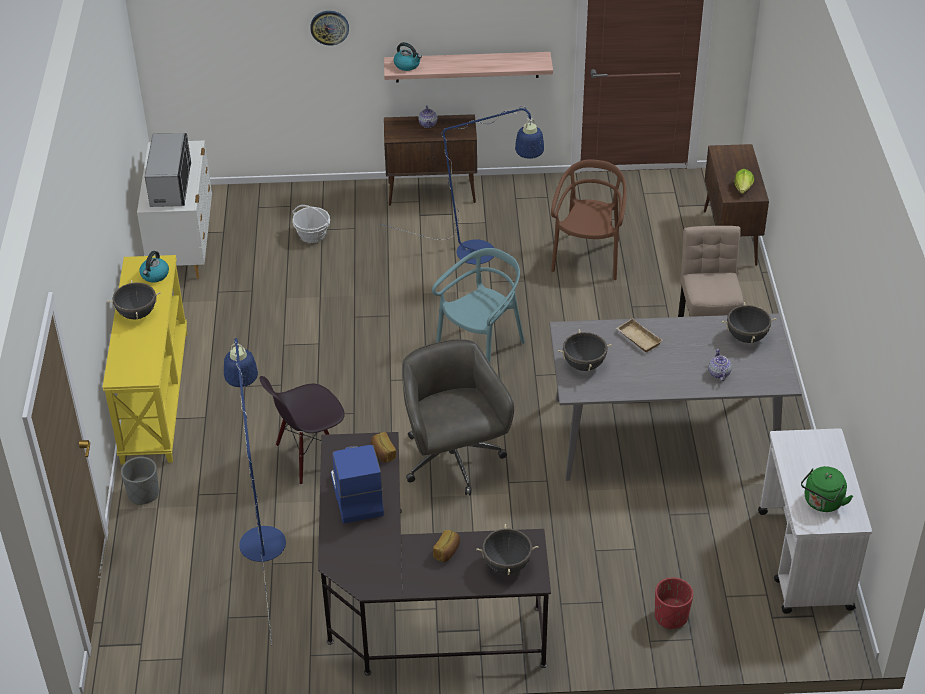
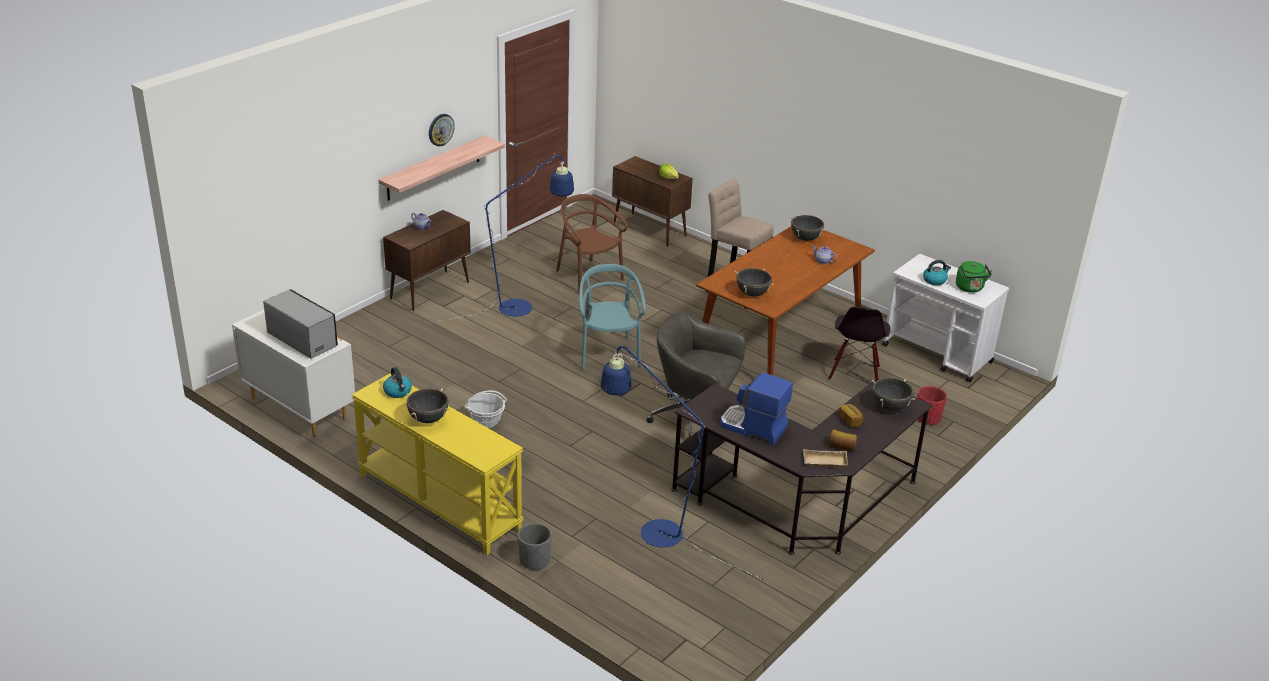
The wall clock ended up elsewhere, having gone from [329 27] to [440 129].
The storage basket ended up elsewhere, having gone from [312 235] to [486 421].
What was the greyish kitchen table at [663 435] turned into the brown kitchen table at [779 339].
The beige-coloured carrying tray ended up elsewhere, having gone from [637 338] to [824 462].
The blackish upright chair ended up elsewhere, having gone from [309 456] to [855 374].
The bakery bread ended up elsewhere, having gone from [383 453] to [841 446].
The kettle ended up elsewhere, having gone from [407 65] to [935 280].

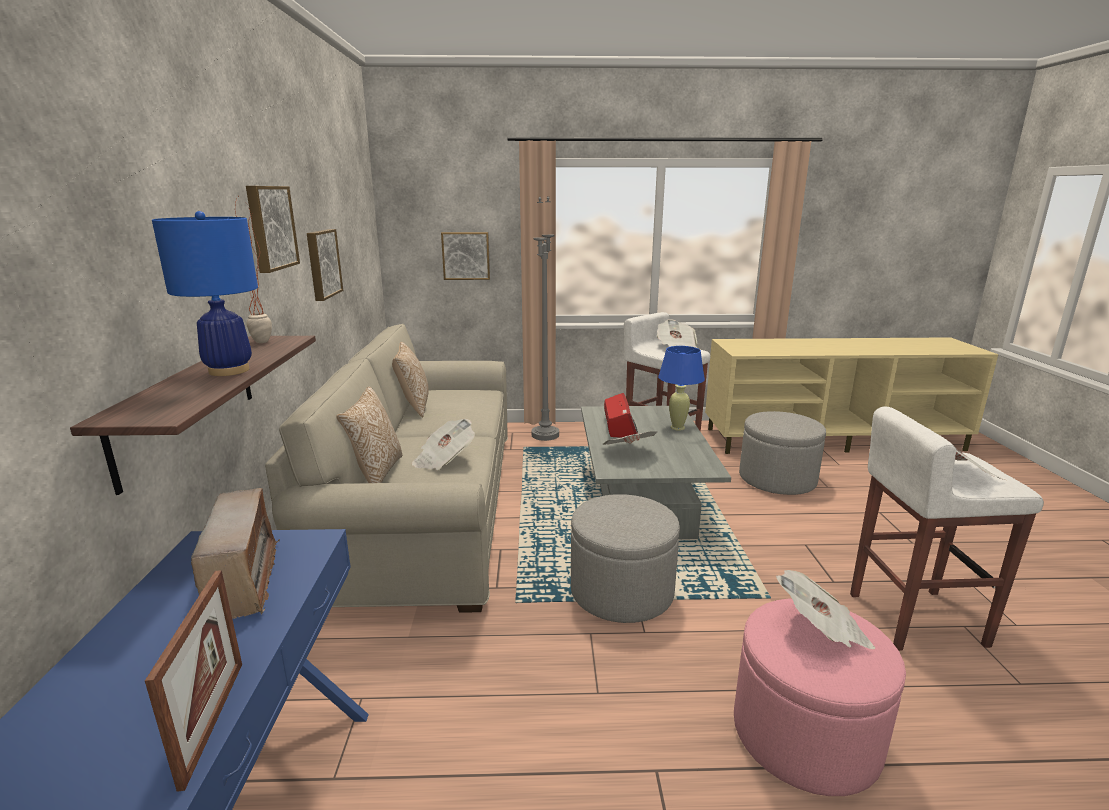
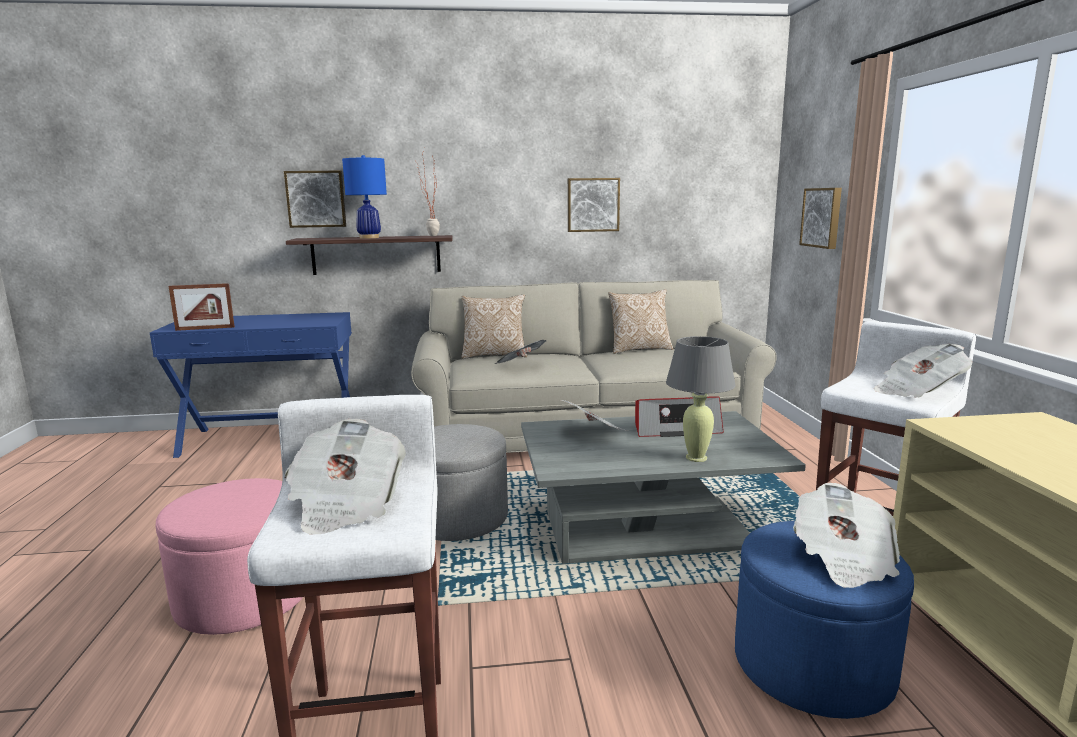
The wall art ended up elsewhere, having gone from [270 227] to [316 199].
What was the bluish table lamp at [677 427] turned into the greyish table lamp at [696 458].
What was the greyish pouffe at [777 479] turned into the bluish pouffe at [812 665].
The daily paper ended up elsewhere, having gone from [821 630] to [843 560].
The second view lost the radio receiver at [243 580].
The second view lost the greyish standing lamp at [545 435].

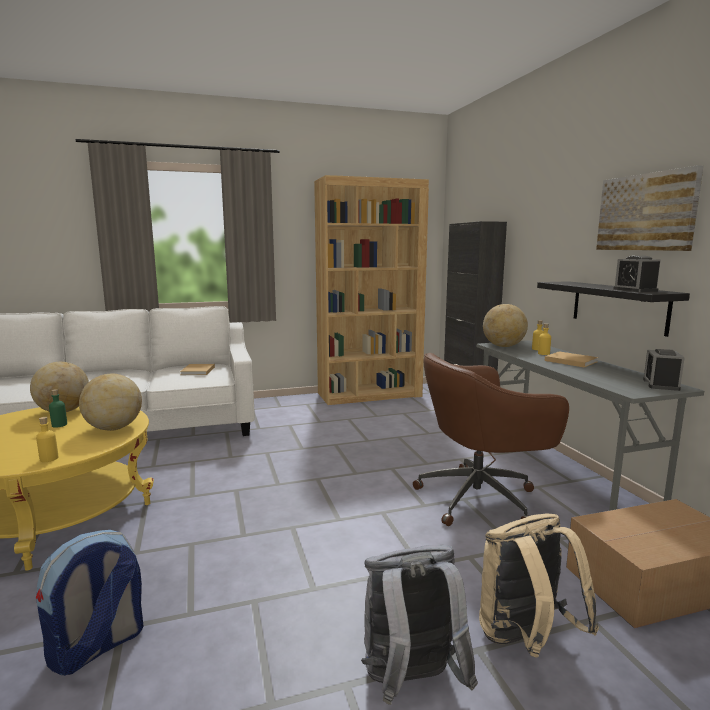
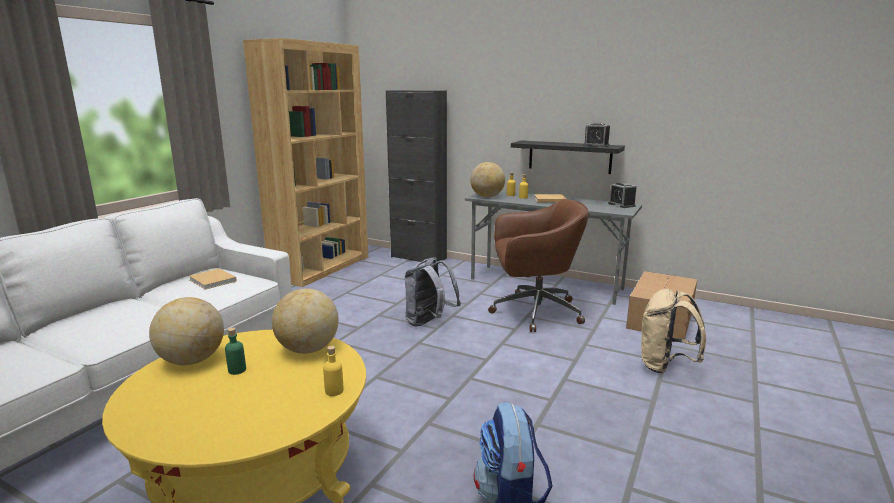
The greyish rucksack ended up elsewhere, having gone from [411 682] to [429 322].
The brown computer chair at [480 498] ended up facing another way, 120 degrees counterclockwise from before.
The second view lost the wall art at [646 212].

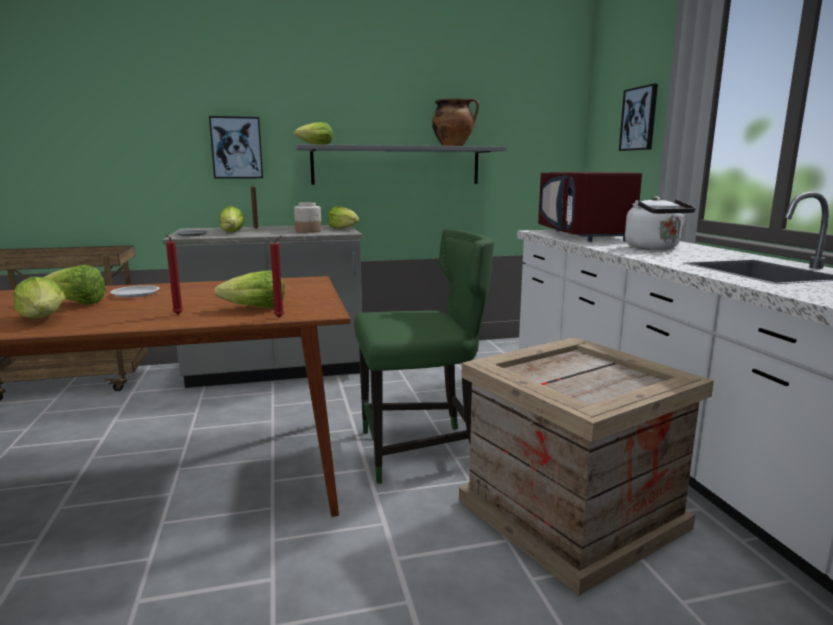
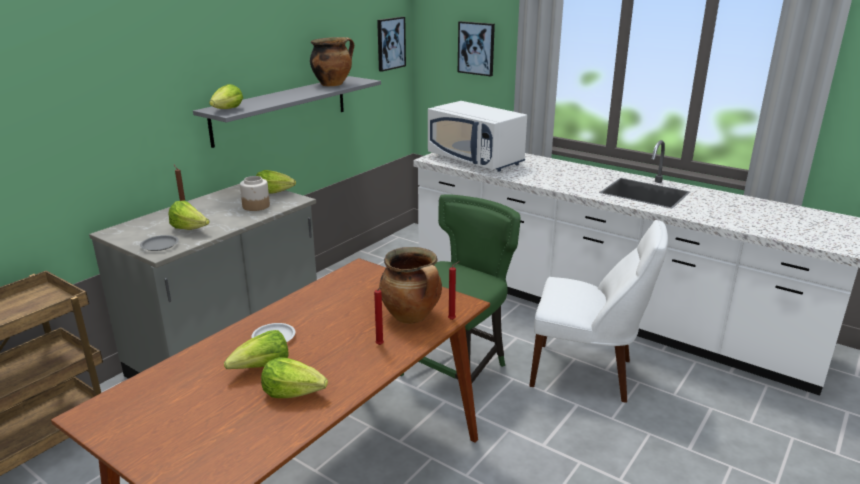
The wall art ended up elsewhere, having gone from [236 148] to [390 43].
Where the lettuce stood at [255 308], the stockpot came to stand at [412 317].
What was the reddish microwave oven at [583 235] turned into the whitish microwave oven at [476 160].
Where the packing crate stood at [573 515], the whitish upright chair came to stand at [587 373].
The second view lost the whitish kettle at [654 248].

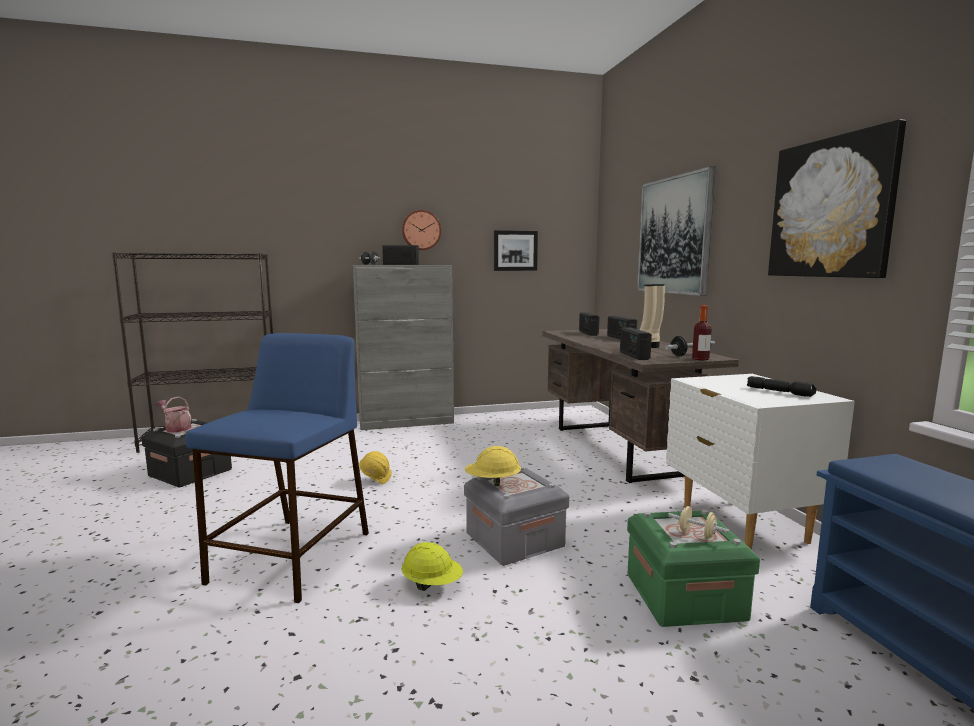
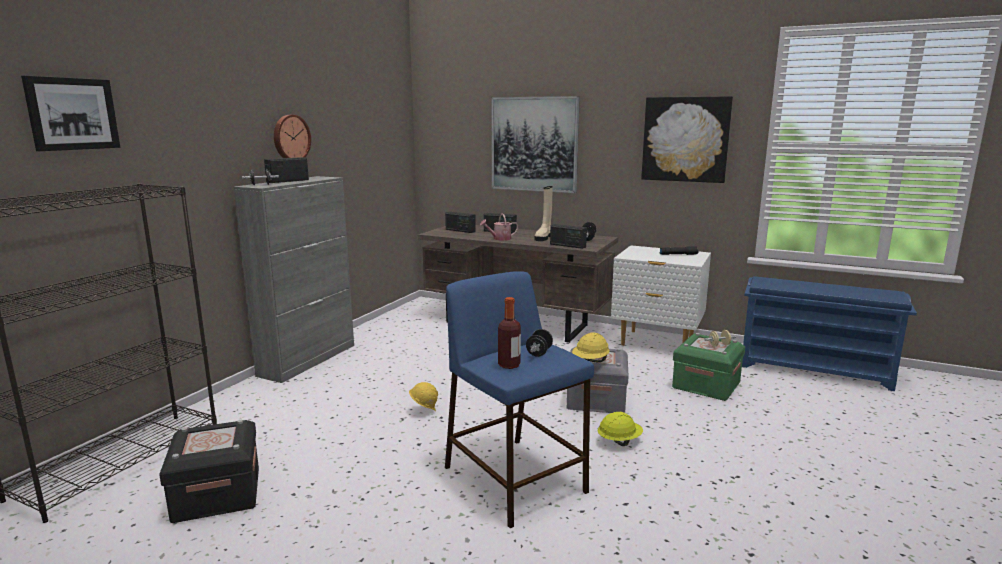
The wall art ended up elsewhere, having gone from [515 250] to [72 114].
The watering pot ended up elsewhere, having gone from [176 428] to [499 239].
The beverage bottle ended up elsewhere, having gone from [700 359] to [509 365].
The second view gained the blackish dumbbell at [539 353].

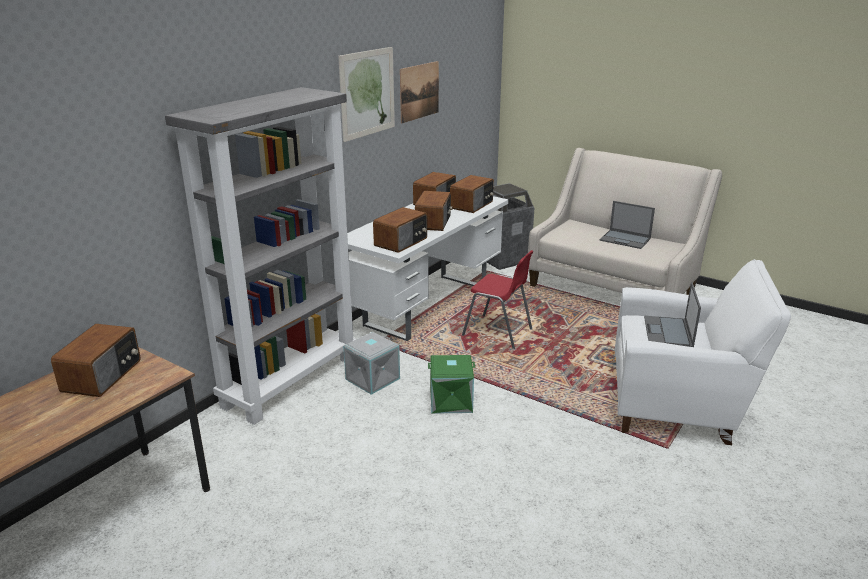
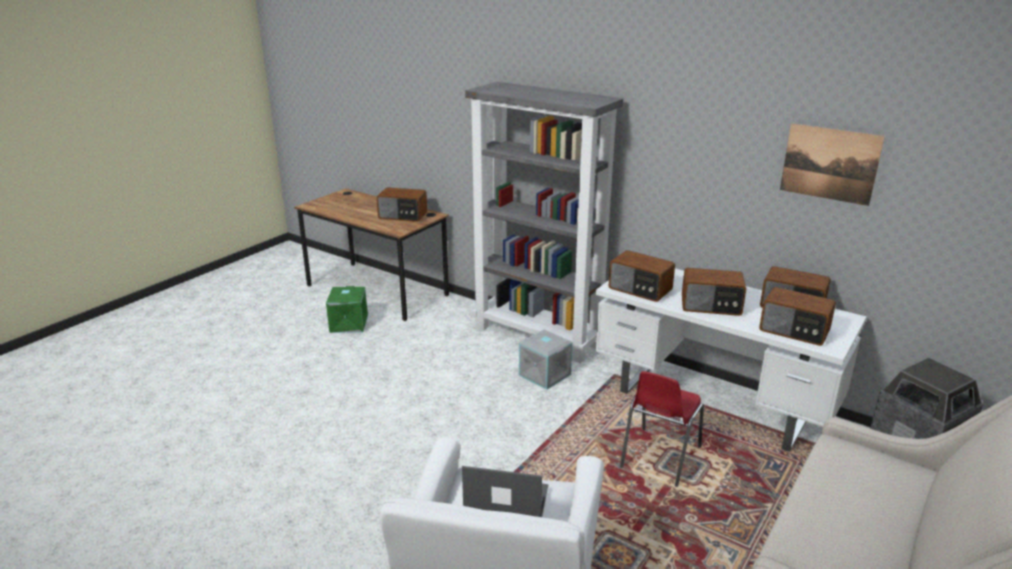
The green-coloured storage container ended up elsewhere, having gone from [450 401] to [348 324].
The second view lost the wall art at [367 93].
The second view lost the notebook computer at [625 239].

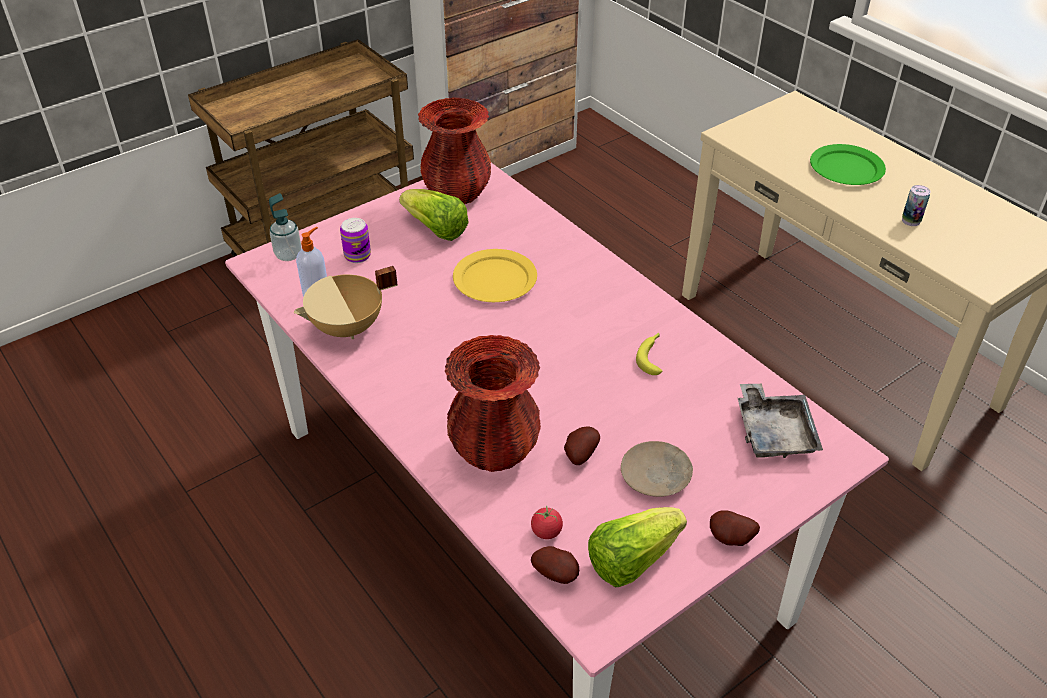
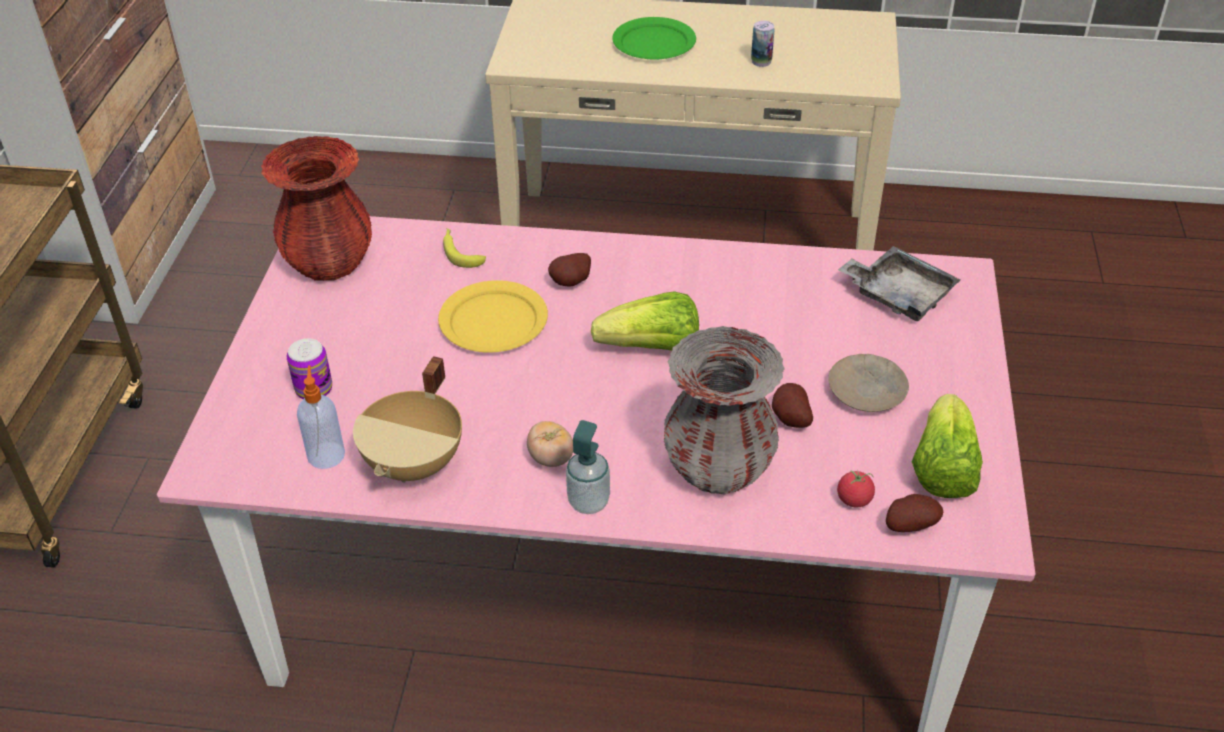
The whole banana ended up elsewhere, having gone from [652 356] to [460 252].
The second view gained the fresh tomato at [551 458].
The spud ended up elsewhere, having gone from [731 540] to [572 283].
The soap dispenser ended up elsewhere, having gone from [288 255] to [588 502].
The lettuce ended up elsewhere, having gone from [436 229] to [652 347].
What was the reddish decorative vase at [495 450] turned into the greyish decorative vase at [719 468].

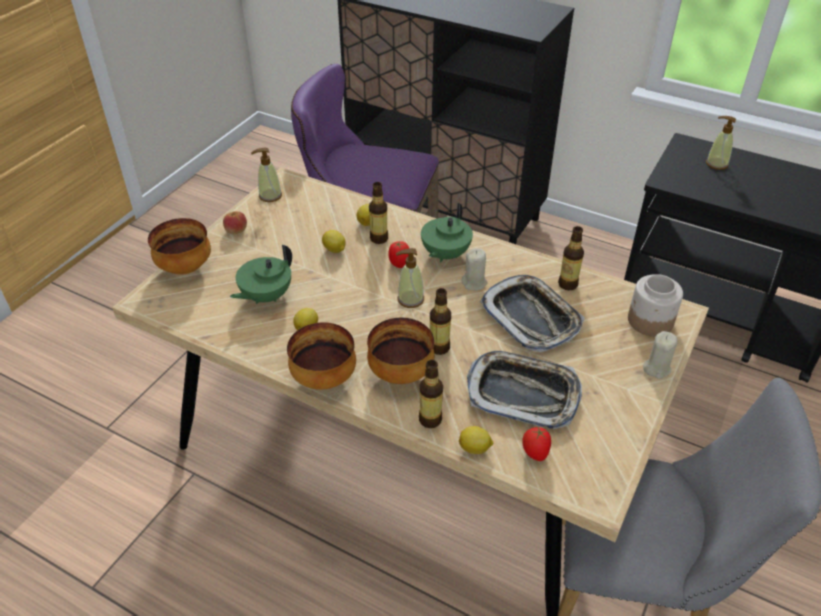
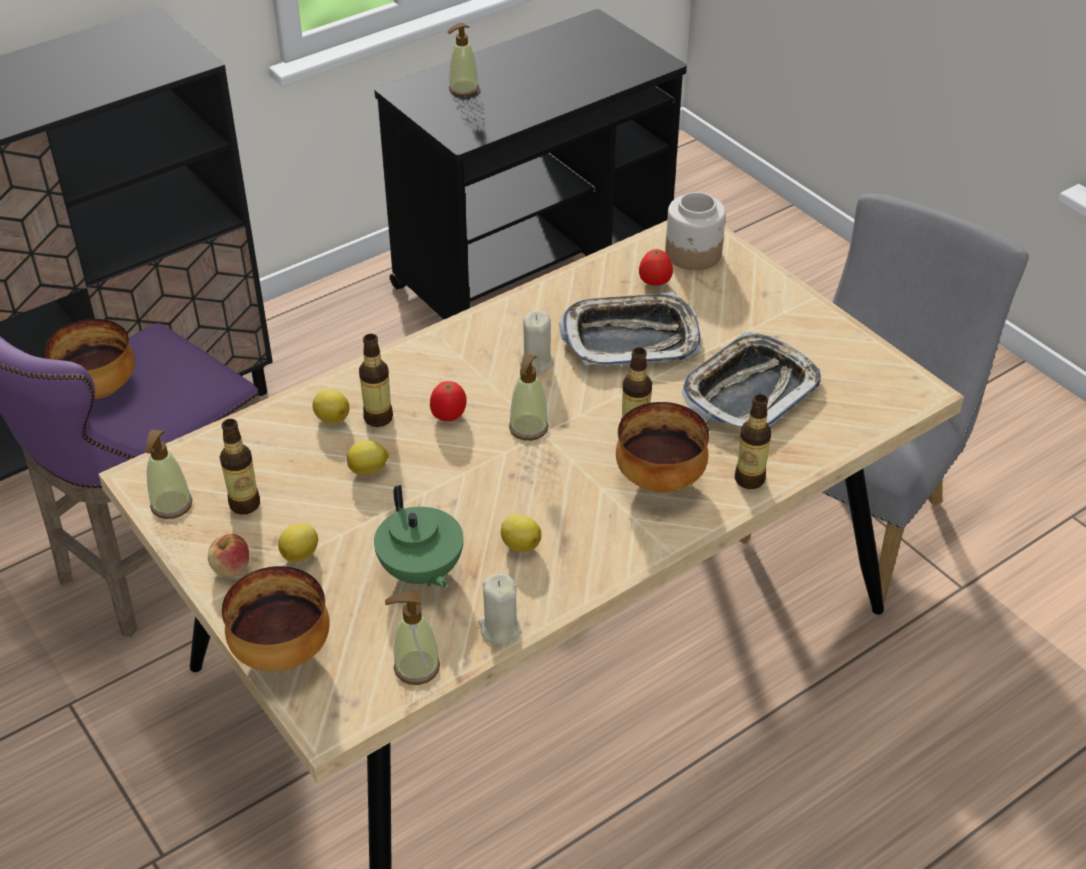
The deep dish ended up elsewhere, having gone from [323 379] to [98 390].
The beverage bottle ended up elsewhere, having gone from [568 284] to [245 504].
The lemon ended up elsewhere, having gone from [475 449] to [301 554].
The second view gained the soap dispenser at [416 667].
The beige-coloured wax light ended up elsewhere, having gone from [656 368] to [499 628].
The fresh tomato ended up elsewhere, having gone from [534 453] to [654 283].
The second view lost the green-coloured tea pot at [445 254].

